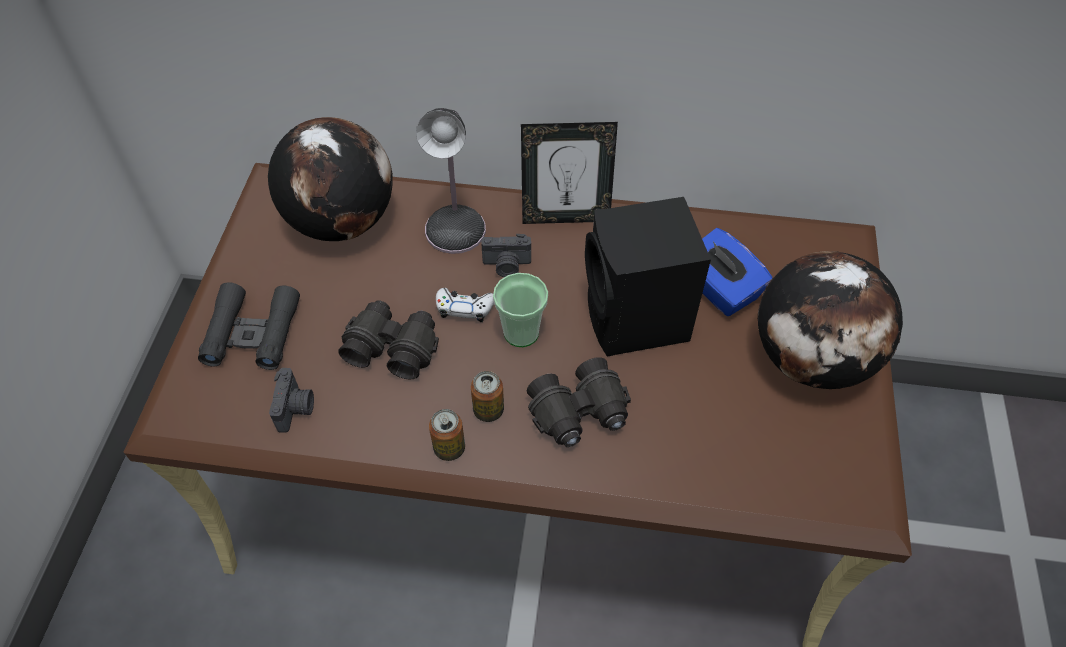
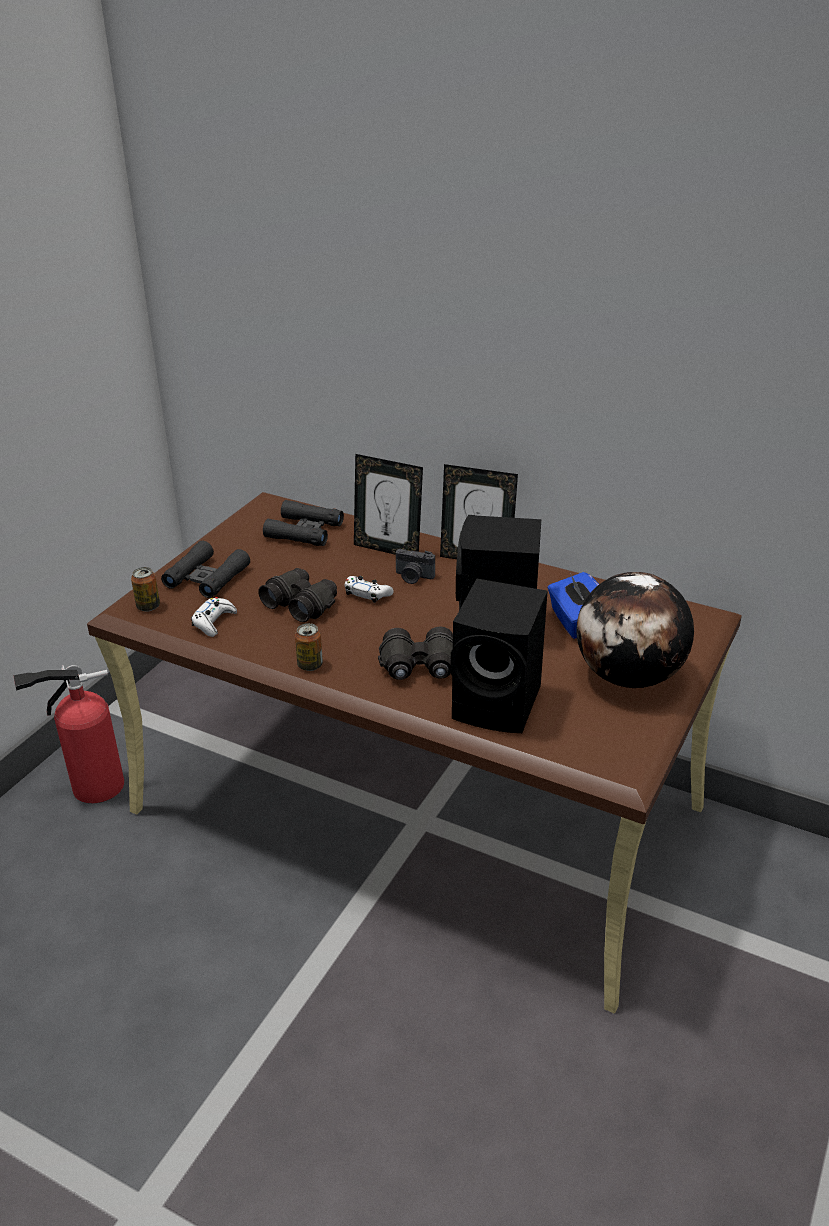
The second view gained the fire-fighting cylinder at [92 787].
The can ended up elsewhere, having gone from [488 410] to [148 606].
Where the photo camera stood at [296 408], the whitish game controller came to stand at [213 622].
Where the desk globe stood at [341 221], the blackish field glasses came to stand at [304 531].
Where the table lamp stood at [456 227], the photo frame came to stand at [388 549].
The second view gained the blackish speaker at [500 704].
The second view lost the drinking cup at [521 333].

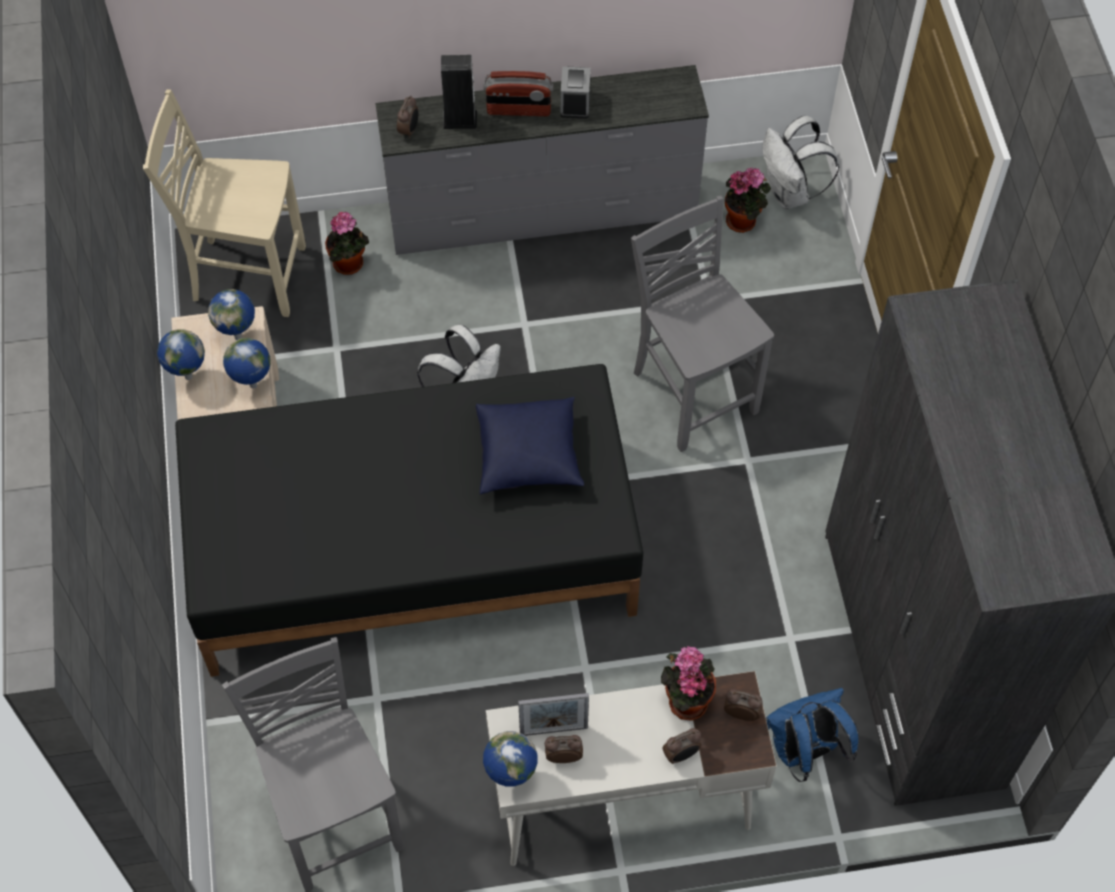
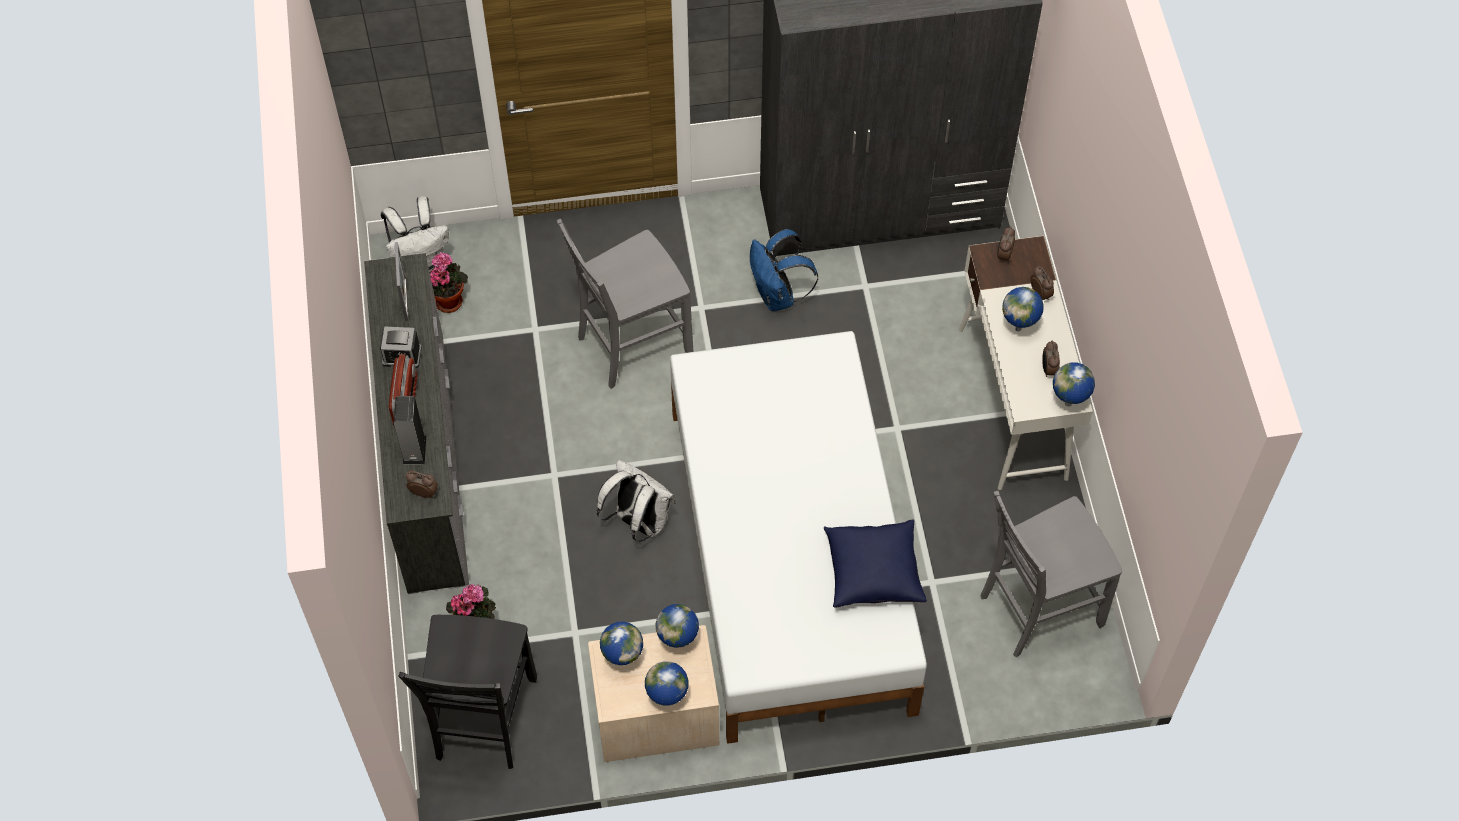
The photo frame ended up elsewhere, having gone from [553 730] to [405 299].
What was the beige-coloured upright chair at [246 274] turned into the blackish upright chair at [483 720].
What was the blackish bedroom bed at [411 548] turned into the whitish bedroom bed at [789 560].
The bluish rucksack ended up elsewhere, having gone from [804 751] to [778 295].
The bluish pillow ended up elsewhere, having gone from [529 456] to [873 571].
The second view gained the desk globe at [1019 328].
The second view lost the potted plant at [685 700].

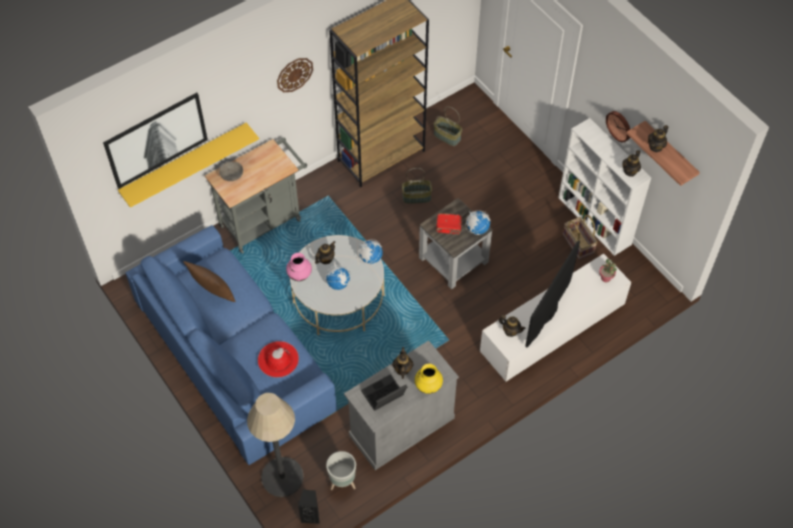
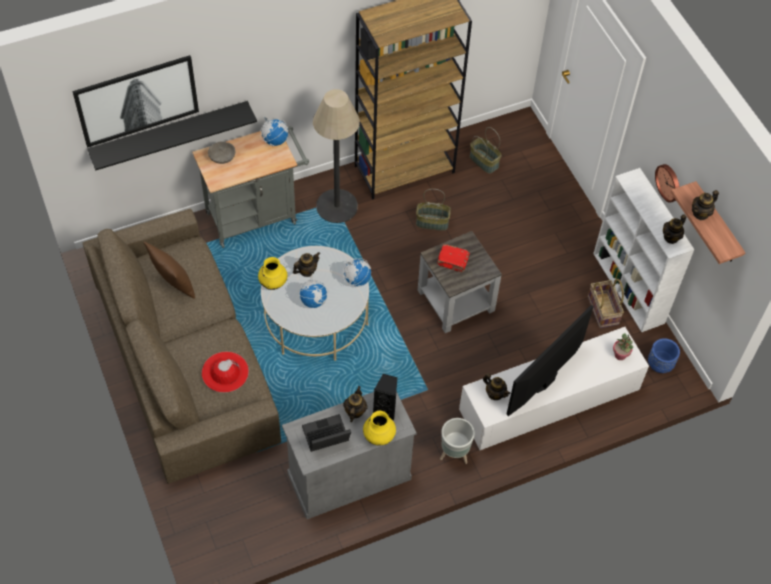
What was the bluish settee at [234 354] turned into the brown settee at [185 357].
What was the yellowish shelf at [185 163] turned into the blackish shelf at [170 133].
What was the pink-coloured decorative vase at [299 275] turned into the yellowish decorative vase at [273 283].
The desk globe ended up elsewhere, having gone from [477 229] to [275 140].
The standing lamp ended up elsewhere, having gone from [282 477] to [336 206].
The blackish speaker ended up elsewhere, having gone from [311 515] to [386 409].
The greyish planter ended up elsewhere, having gone from [343 482] to [455 454].
The second view gained the bluish planter at [660 364].
The second view lost the wall clock at [294 74].

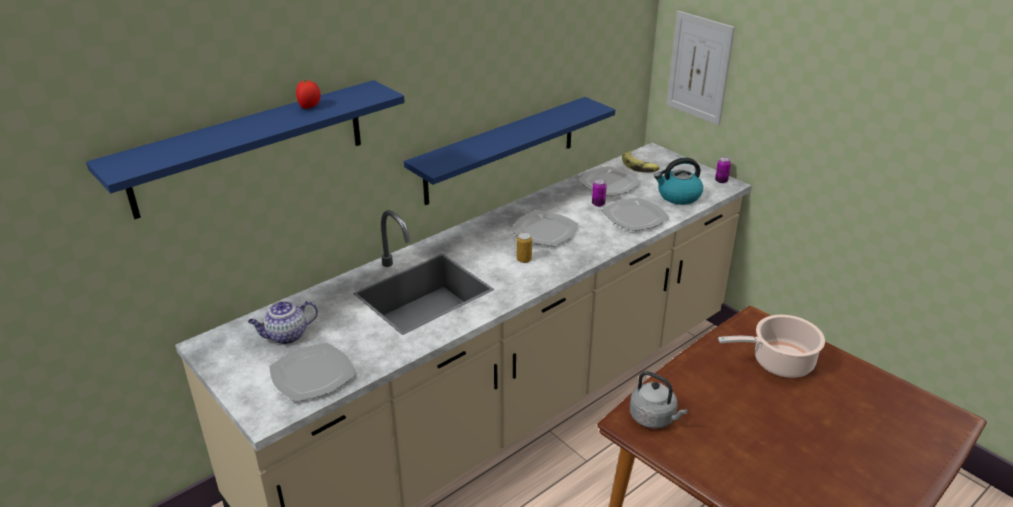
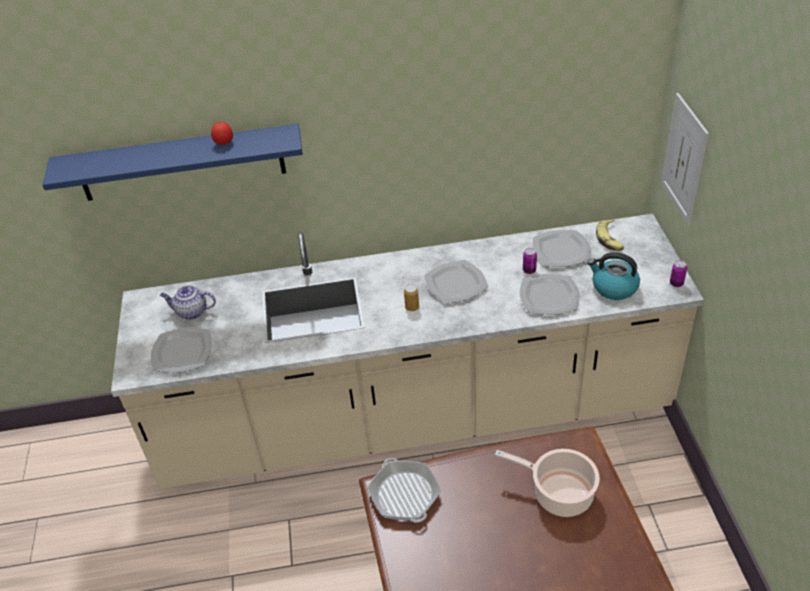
Where the greyish kettle stood at [654 418], the pan came to stand at [404 495].
The second view lost the bluish shelf at [501 150].

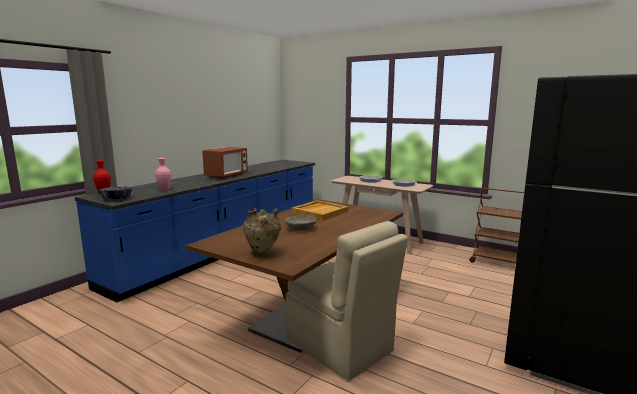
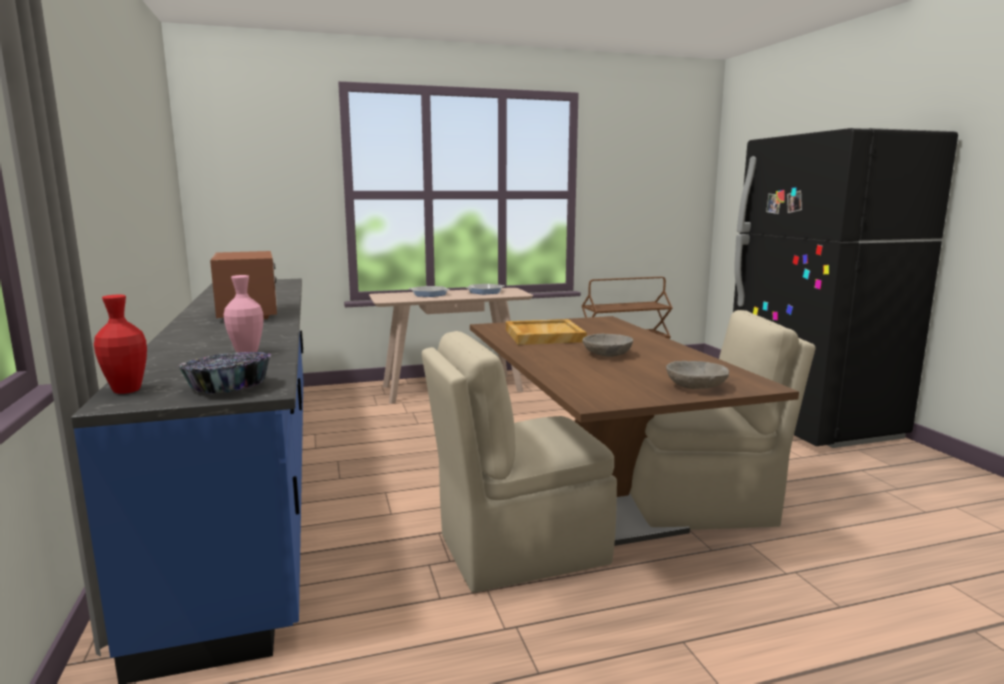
The second view gained the beige-coloured upright chair at [518 549].
Where the beige-coloured decorative vase stood at [262 254], the greyish deep dish came to stand at [695 387].

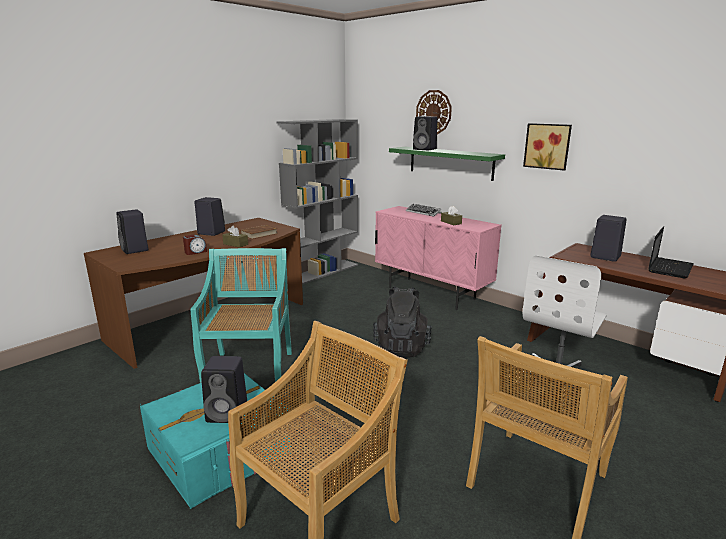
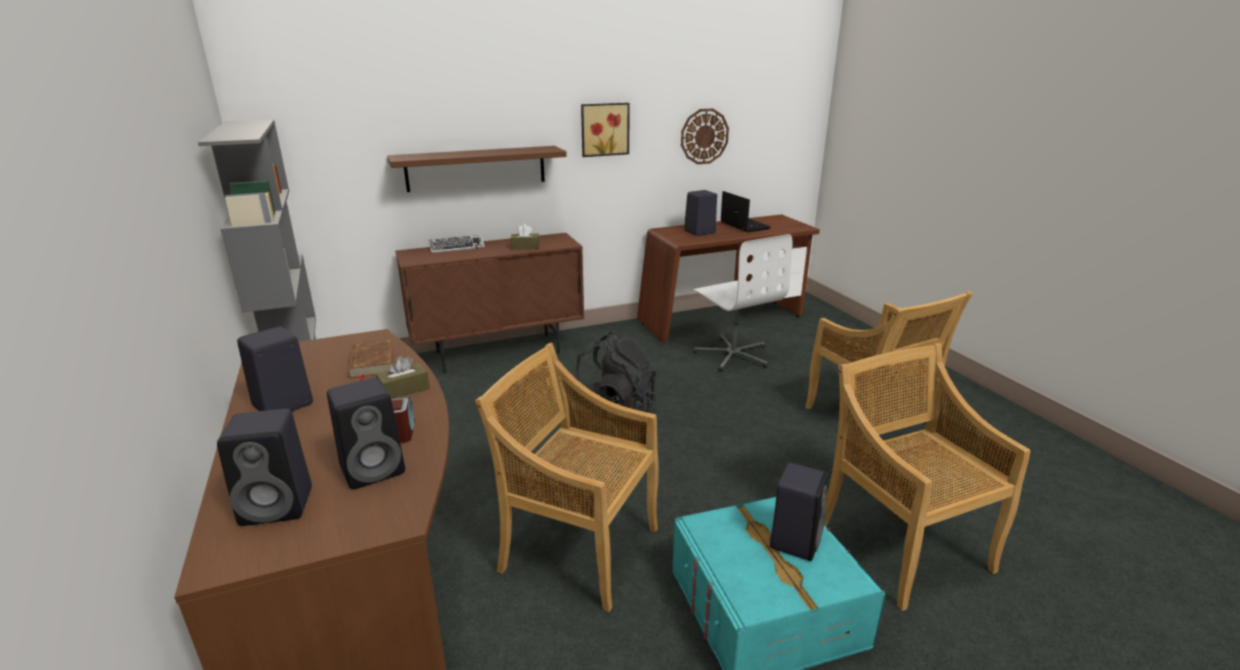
The blackish speaker ended up elsewhere, having gone from [425 149] to [375 468].
What was the green-coloured shelf at [450 163] turned into the brown shelf at [476 168].
What was the pink-coloured storage cabinet at [431 293] turned into the brown storage cabinet at [499 353].
What was the turquoise-coloured upright chair at [249 371] turned into the beige-coloured upright chair at [577 548].
The wall clock ended up elsewhere, having gone from [433 112] to [704 136].

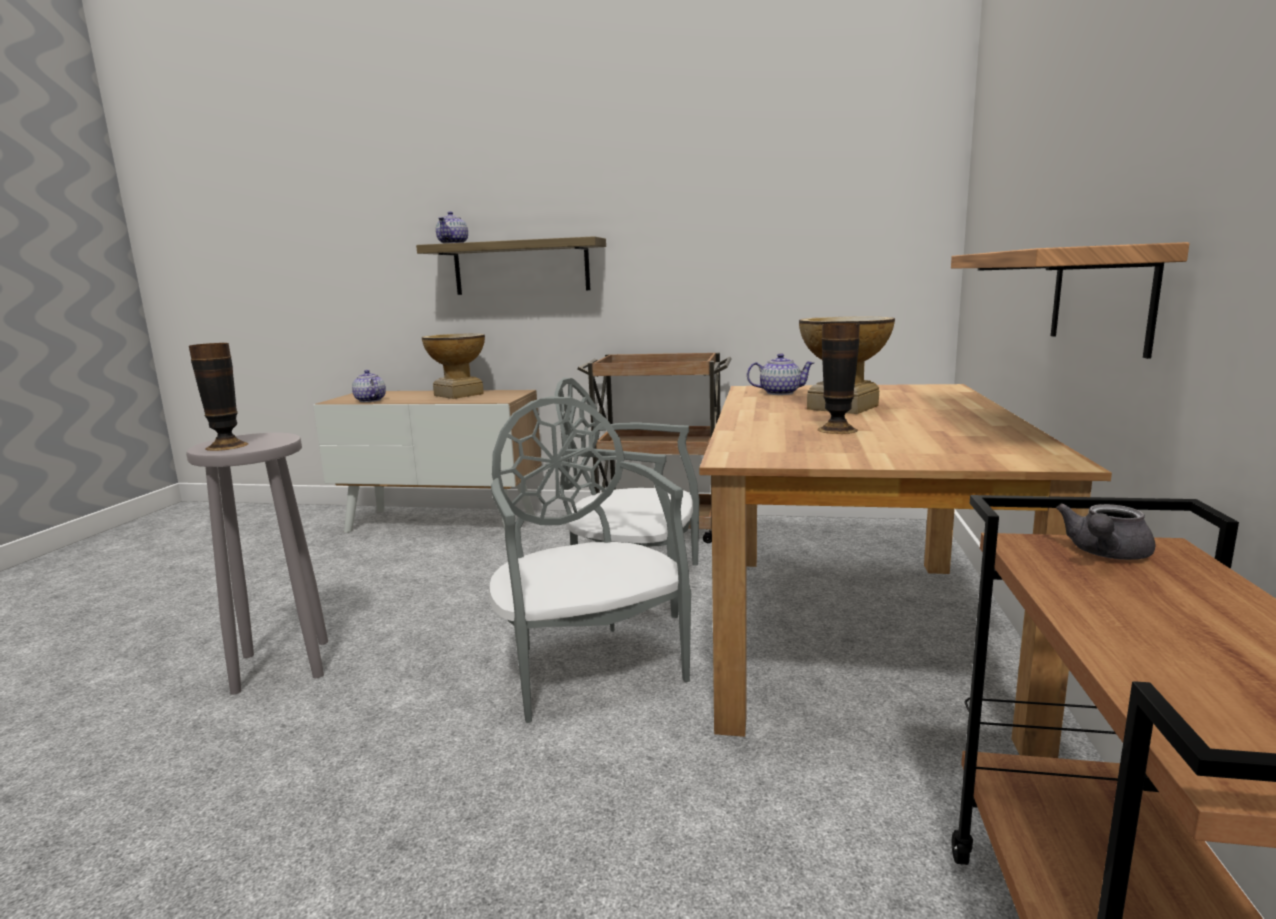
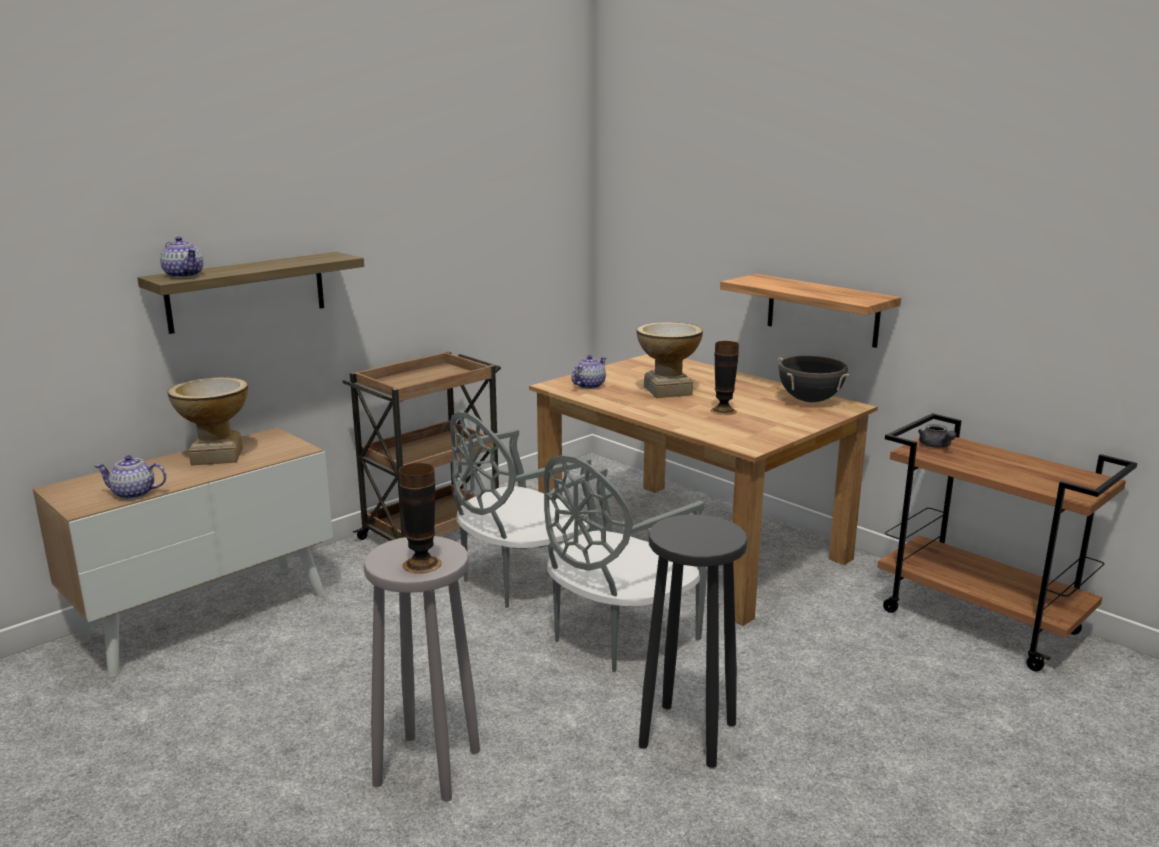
The greyish upright chair at [589 665] ended up facing another way, 60 degrees counterclockwise from before.
The second view gained the blackish sitting stool at [689 735].
The second view gained the blackish stockpot at [810 400].

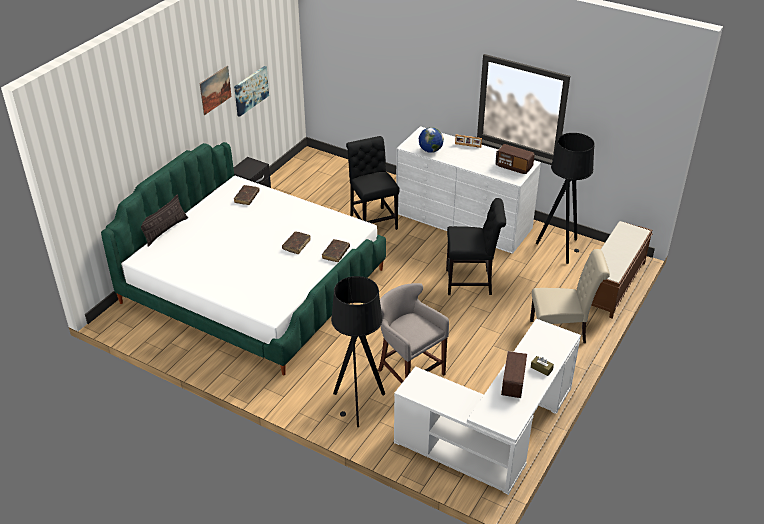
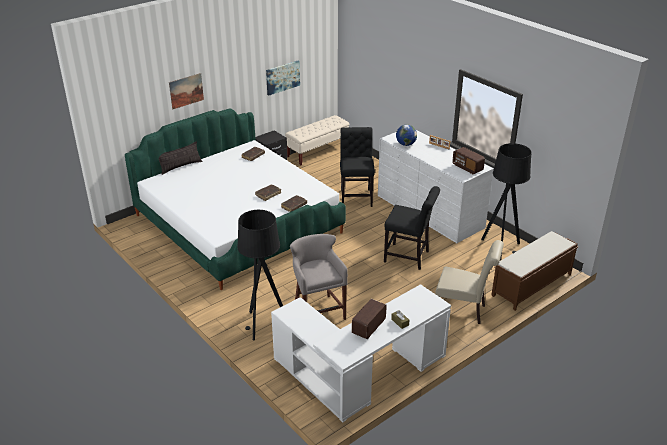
The wall art ended up elsewhere, having gone from [215 90] to [186 91].
The second view gained the beige-coloured bench at [318 152].

